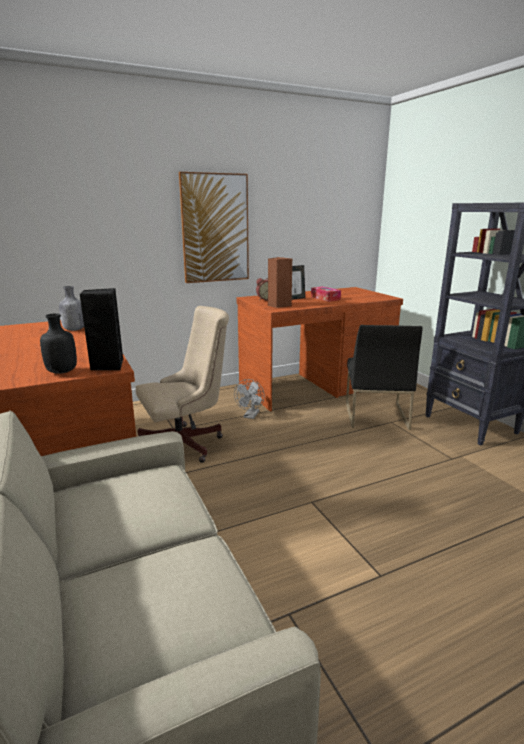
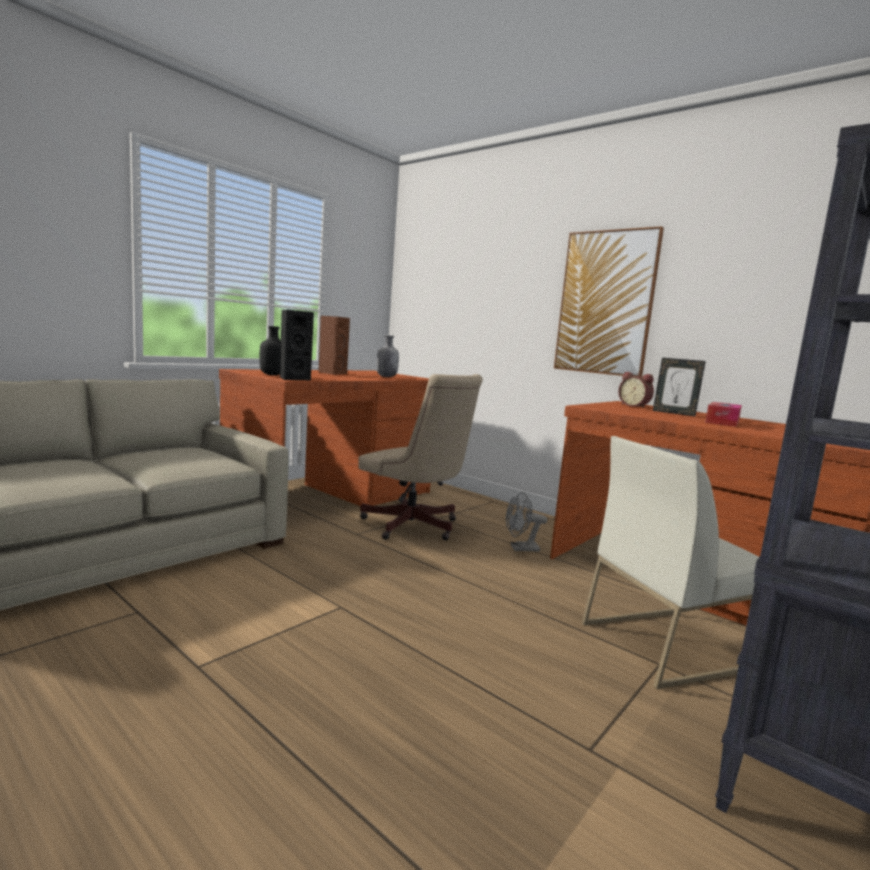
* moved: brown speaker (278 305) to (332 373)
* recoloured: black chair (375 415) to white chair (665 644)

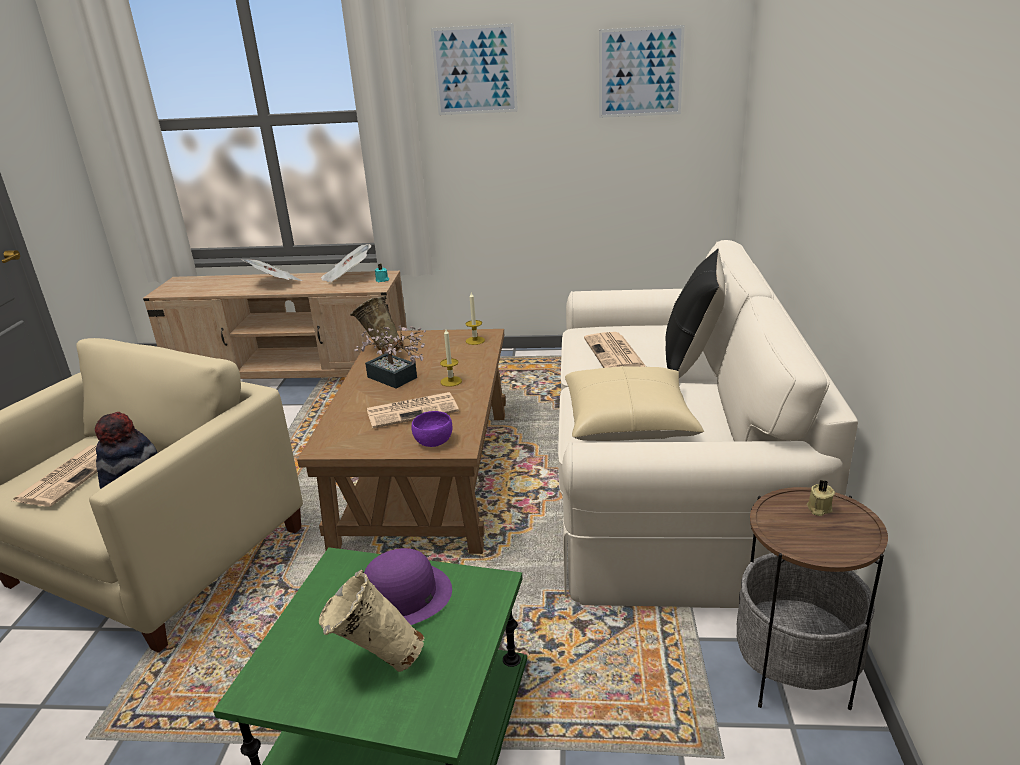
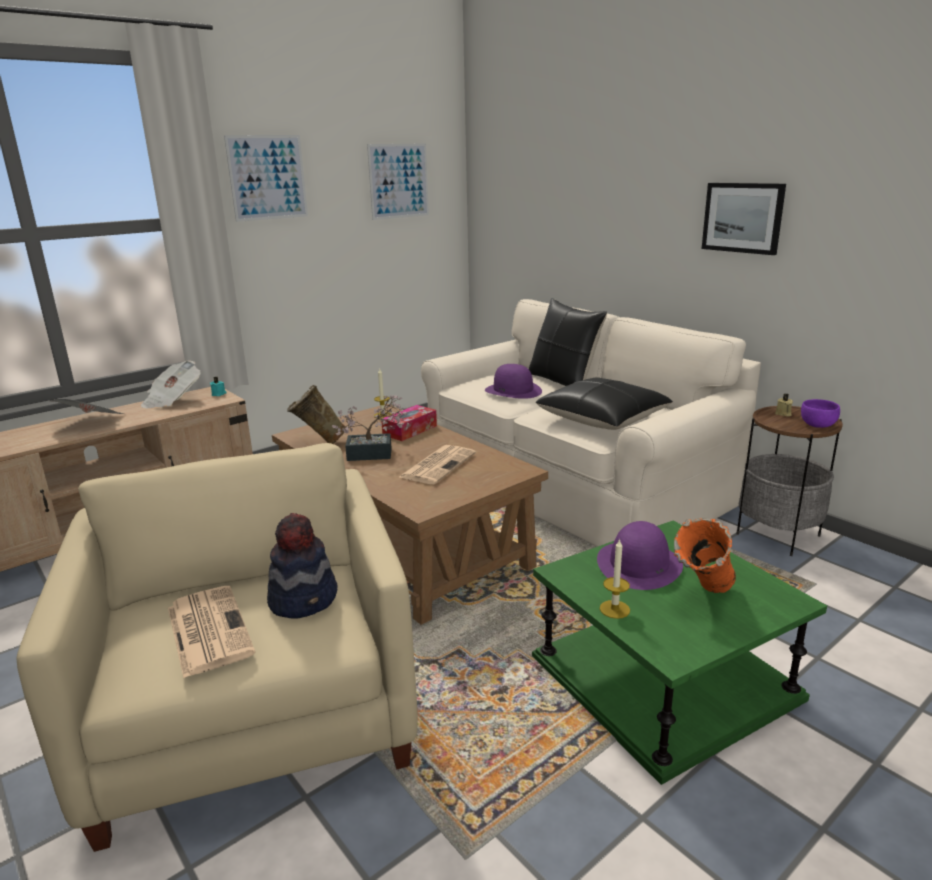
* added: tissue box (410 430)
* replaced: newspaper (614 353) to purple hat (513 391)
* recoloured: beige pillow (628 421) to black pillow (602 418)
* moved: candle (451 381) to (614 609)
* recoloured: beige vase (376 664) to orange vase (703 598)
* added: picture (743 217)
* moved: purple bowl (433 441) to (818 425)

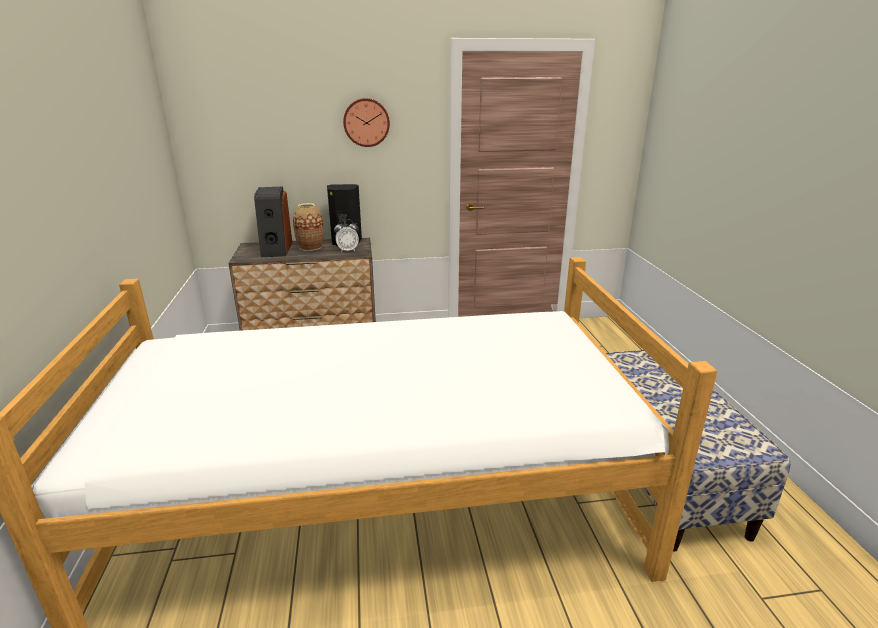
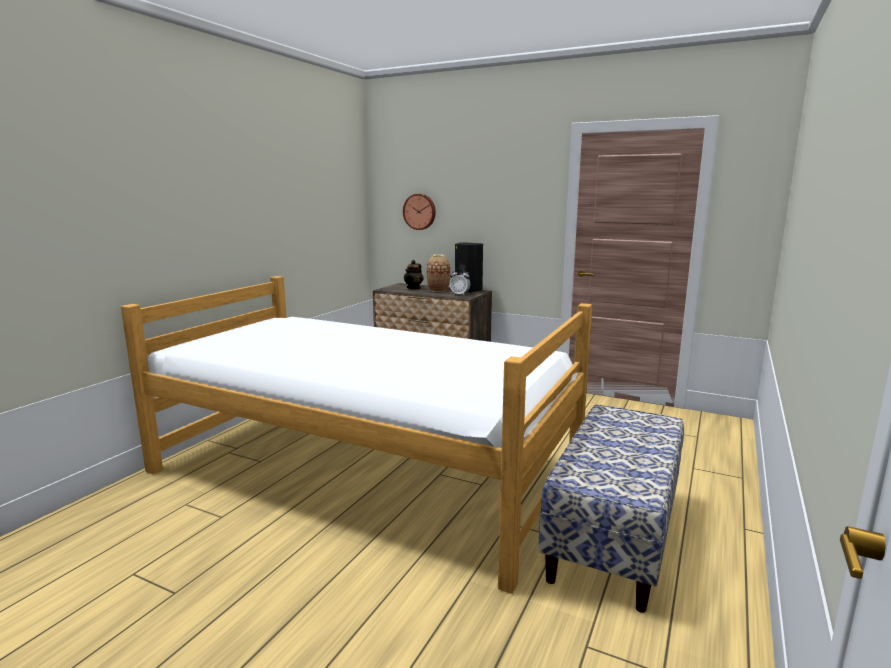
* moved: wall clock (366 122) to (420 211)
* replaced: speaker (275 249) to teapot (414 288)

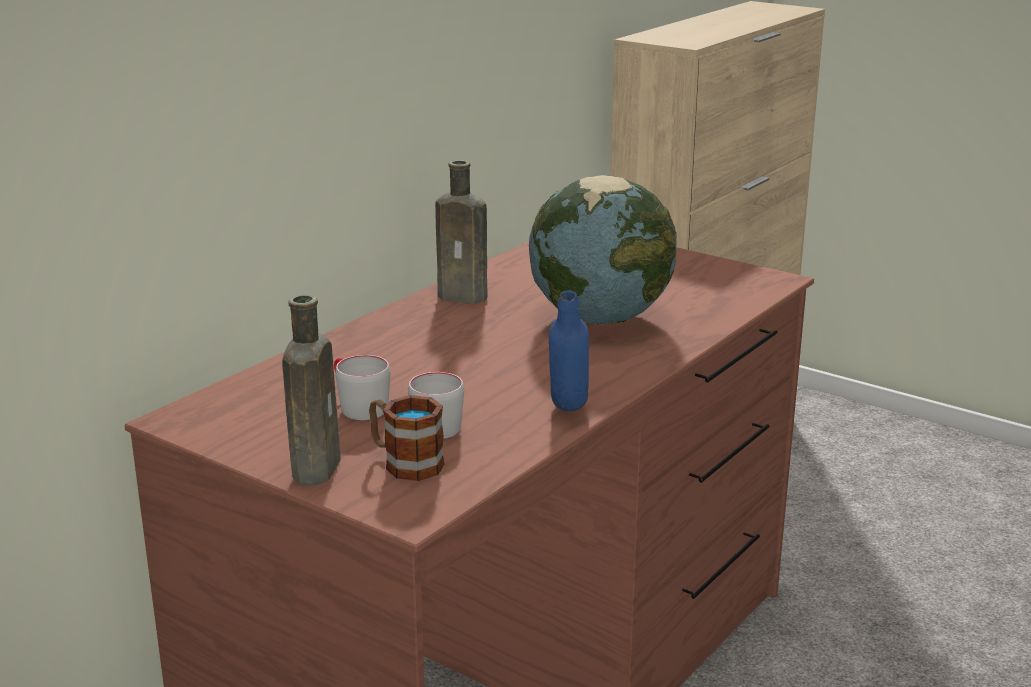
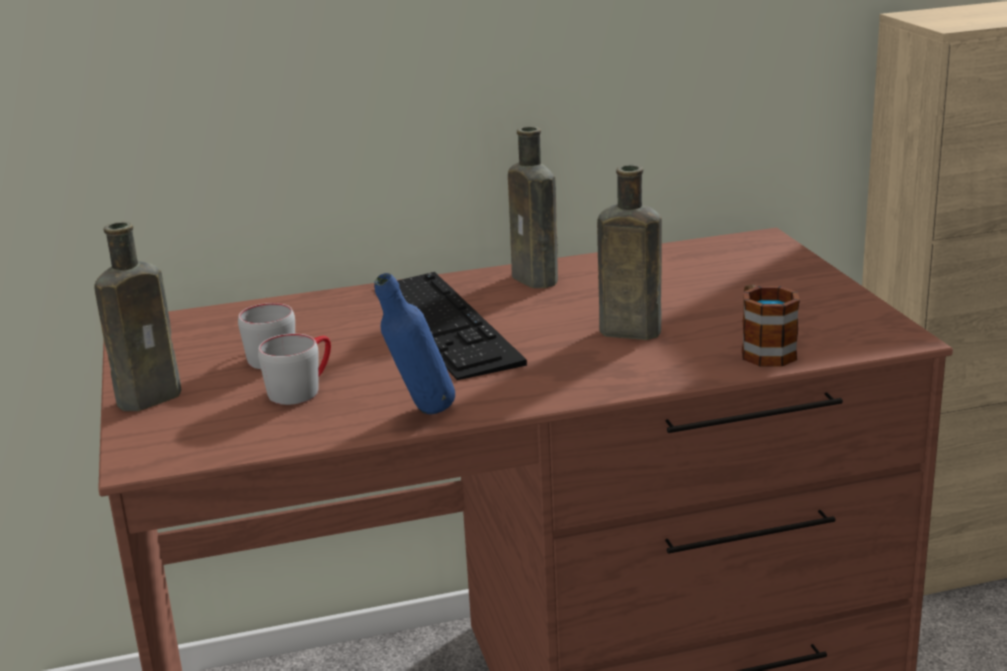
* added: keyboard (445 323)
* replaced: globe (601 318) to brown bottle (625 331)
* moved: mug (404 462) to (763 350)

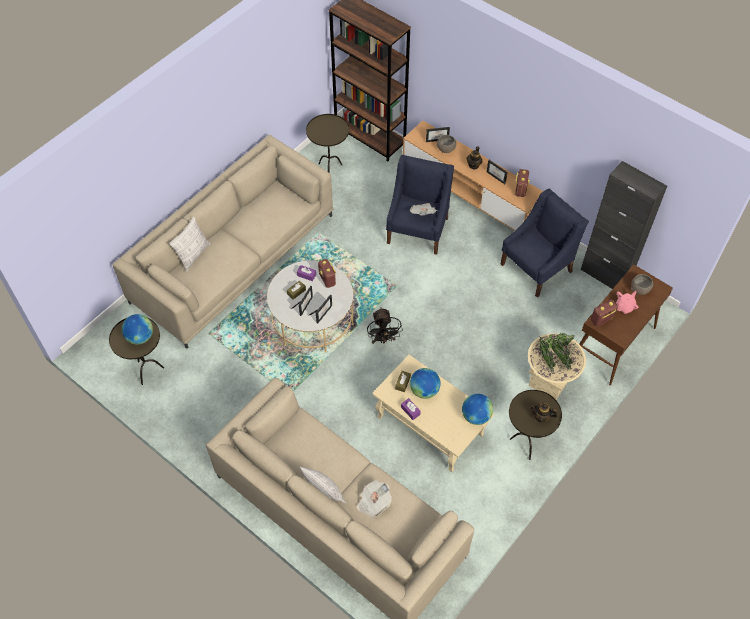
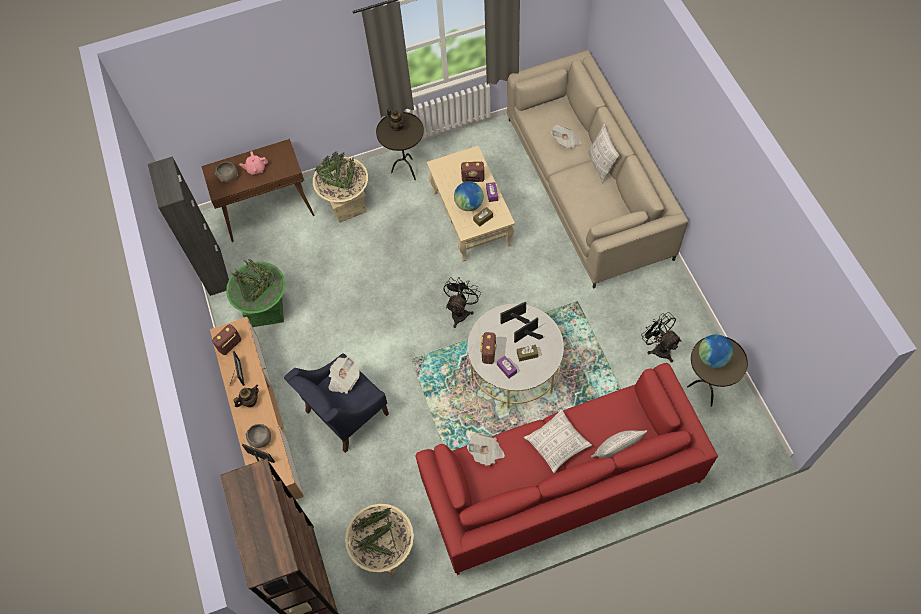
* replaced: blue armchair (537 267) to green planter (267 311)
* replaced: brown side table (330 169) to beige planter (385 551)
* recoloured: beige sofa (234 258) to red sofa (560 481)
* moved: radio (601 319) to (473 178)
* added: newspaper (486 452)
* added: pillow (557 444)
* added: black fan (658 348)
* removed: globe (476 416)

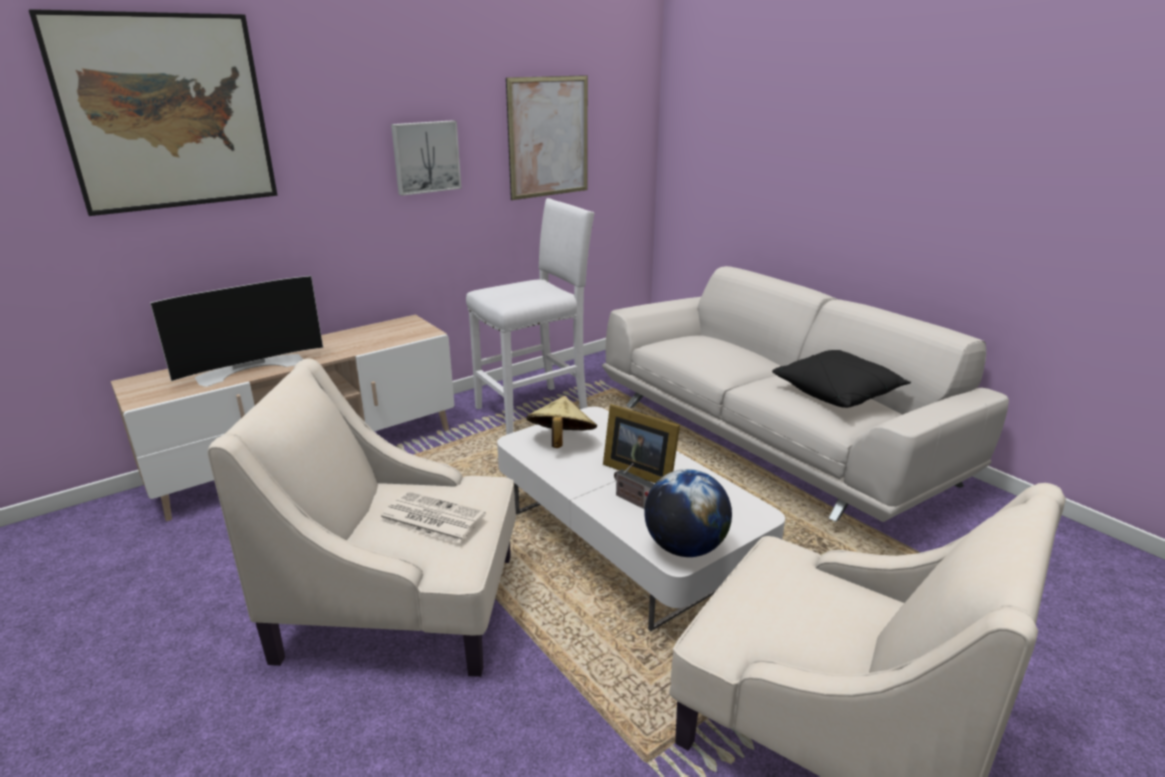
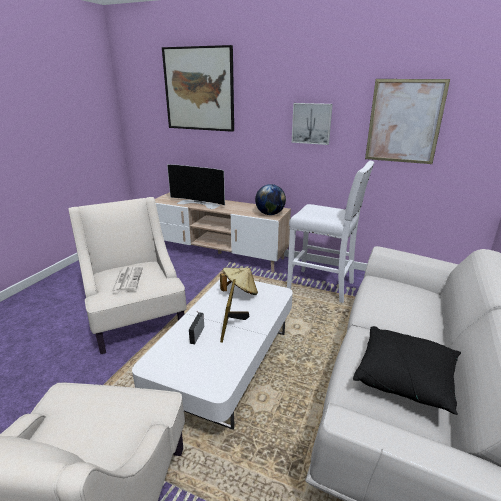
* moved: globe (685 547) to (270 214)

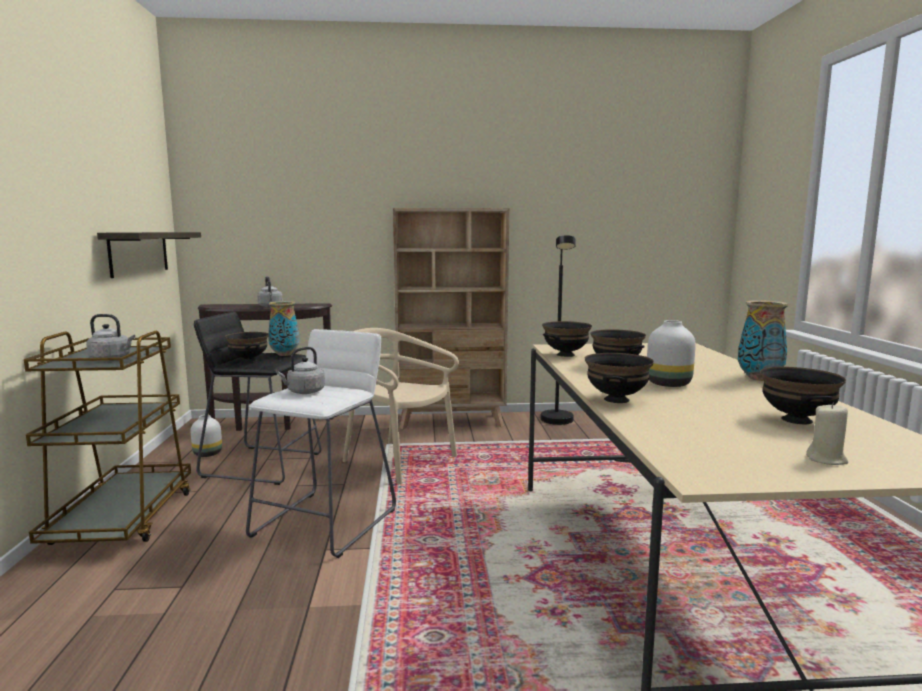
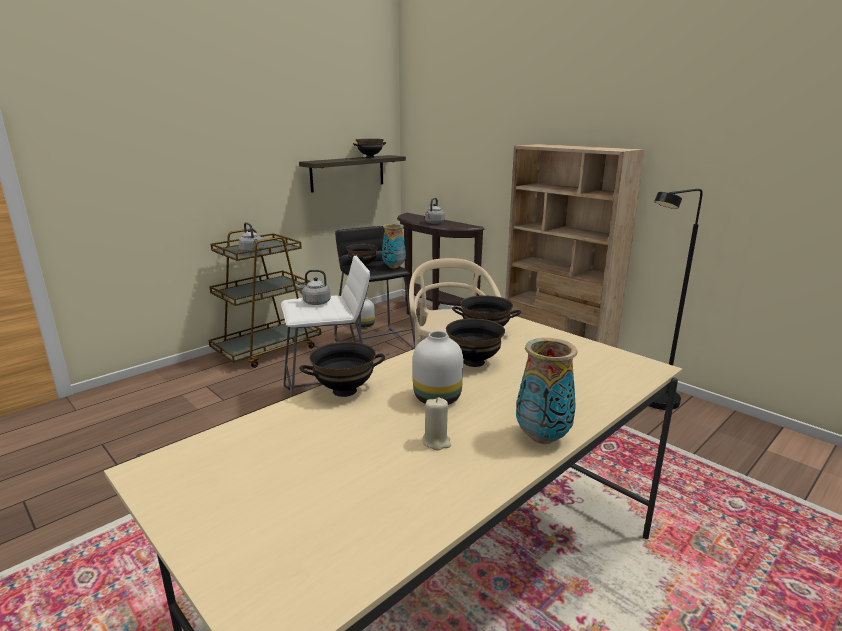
* moved: black bowl (795 420) to (370 157)
* moved: beige candle (826 459) to (436 442)

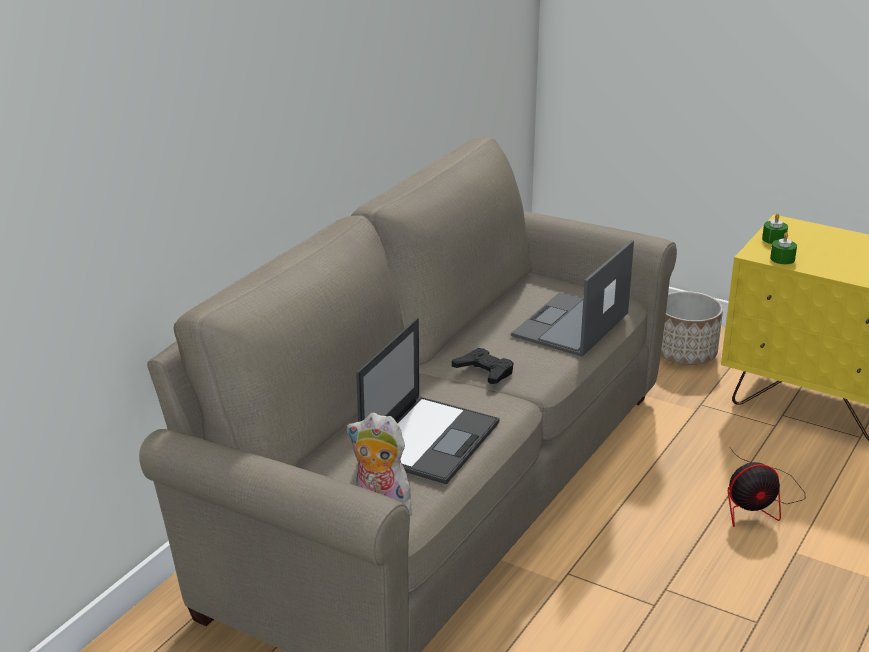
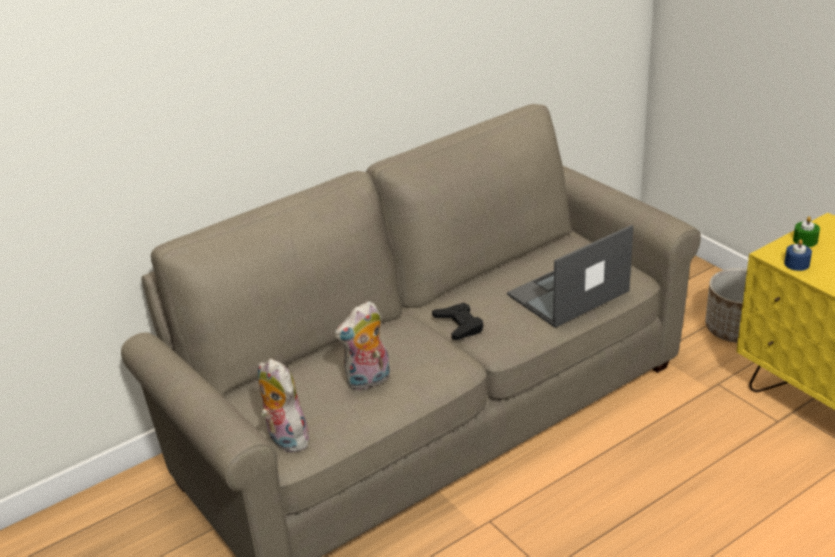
* replaced: laptop (430 439) to plush toy (368 381)
* recoloured: green candle (782 259) to blue candle (796 264)
* removed: fan (758 502)

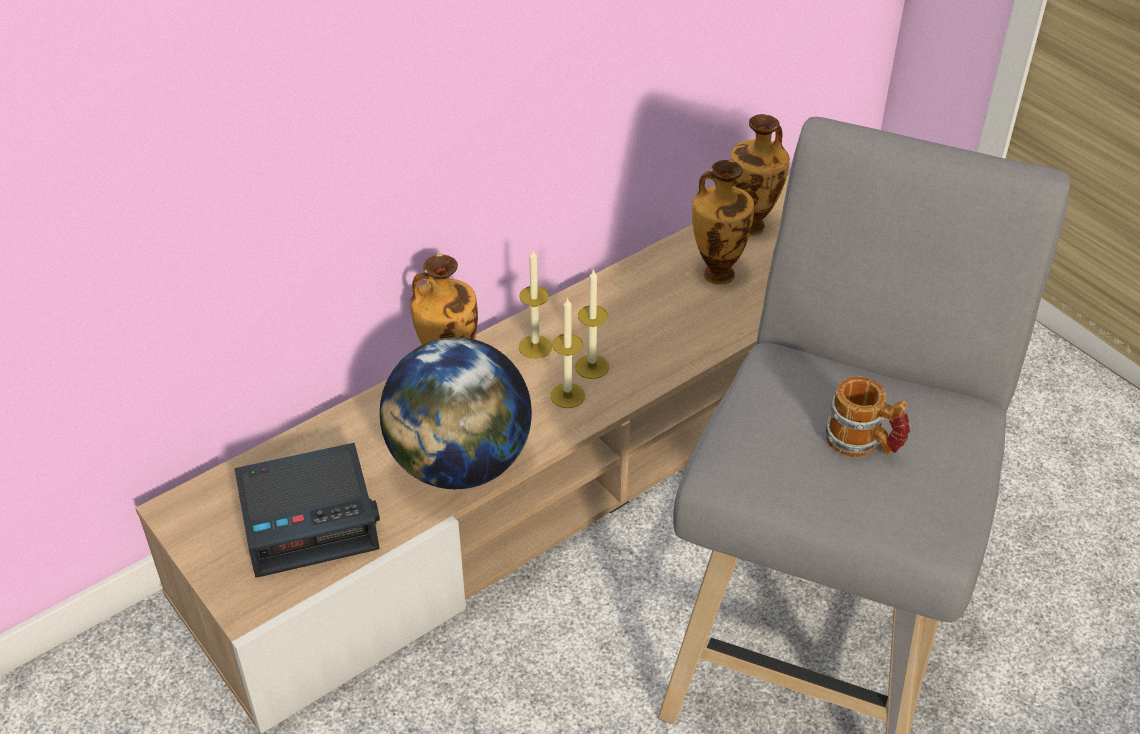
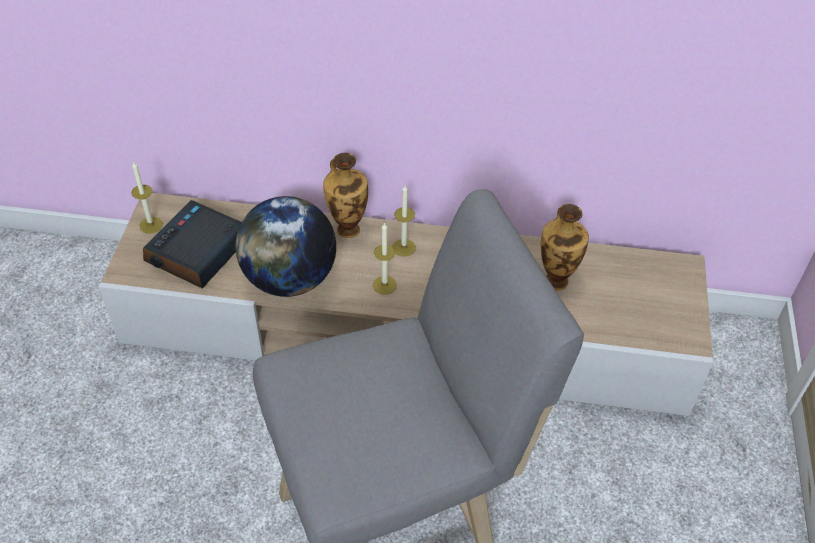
* moved: candle (591 367) to (151 225)
* turned: alarm clock (310 519) = (197 252) 90 degrees clockwise
* removed: vase (752 225)
* removed: mug (863 443)

